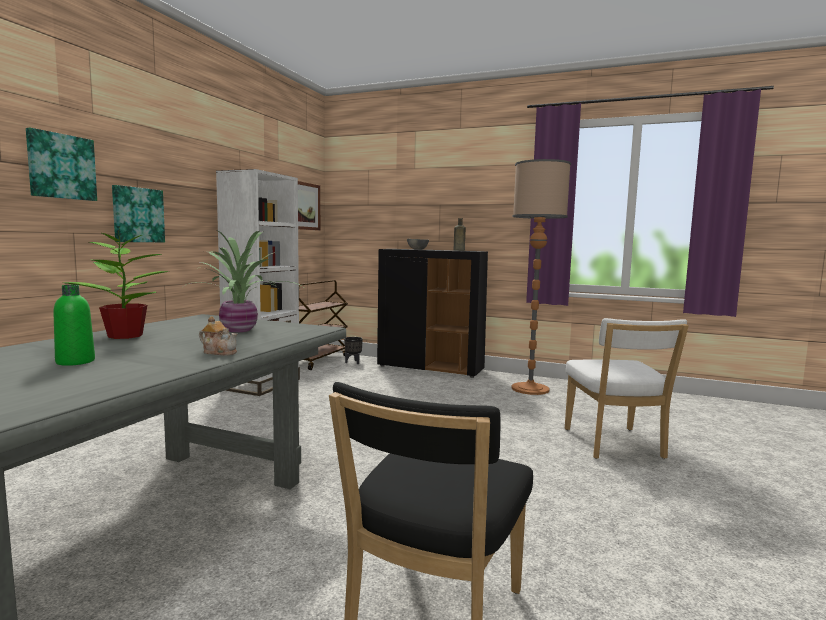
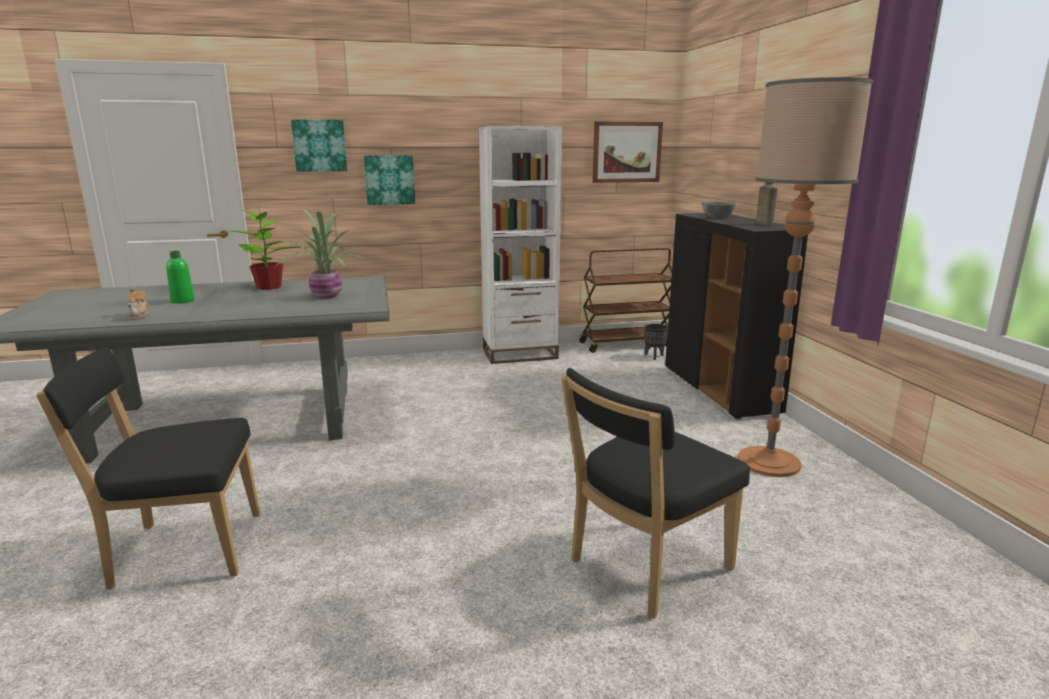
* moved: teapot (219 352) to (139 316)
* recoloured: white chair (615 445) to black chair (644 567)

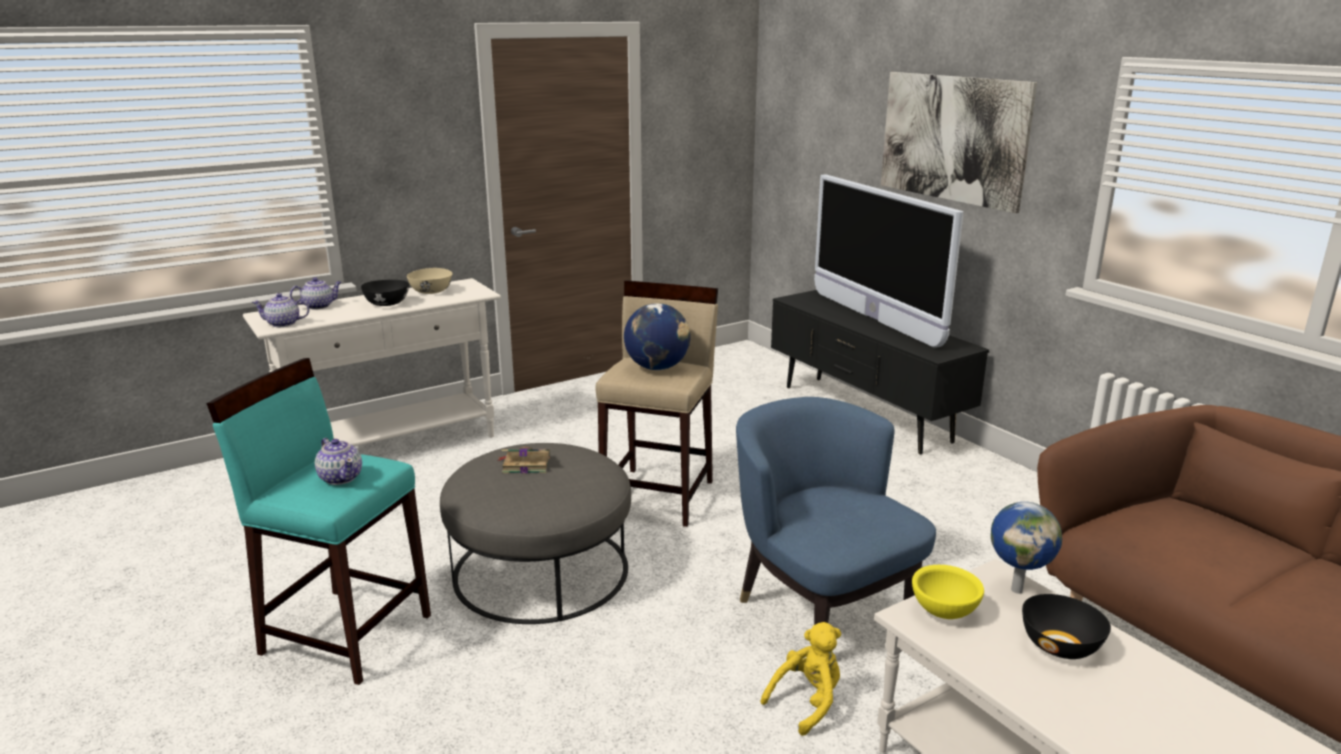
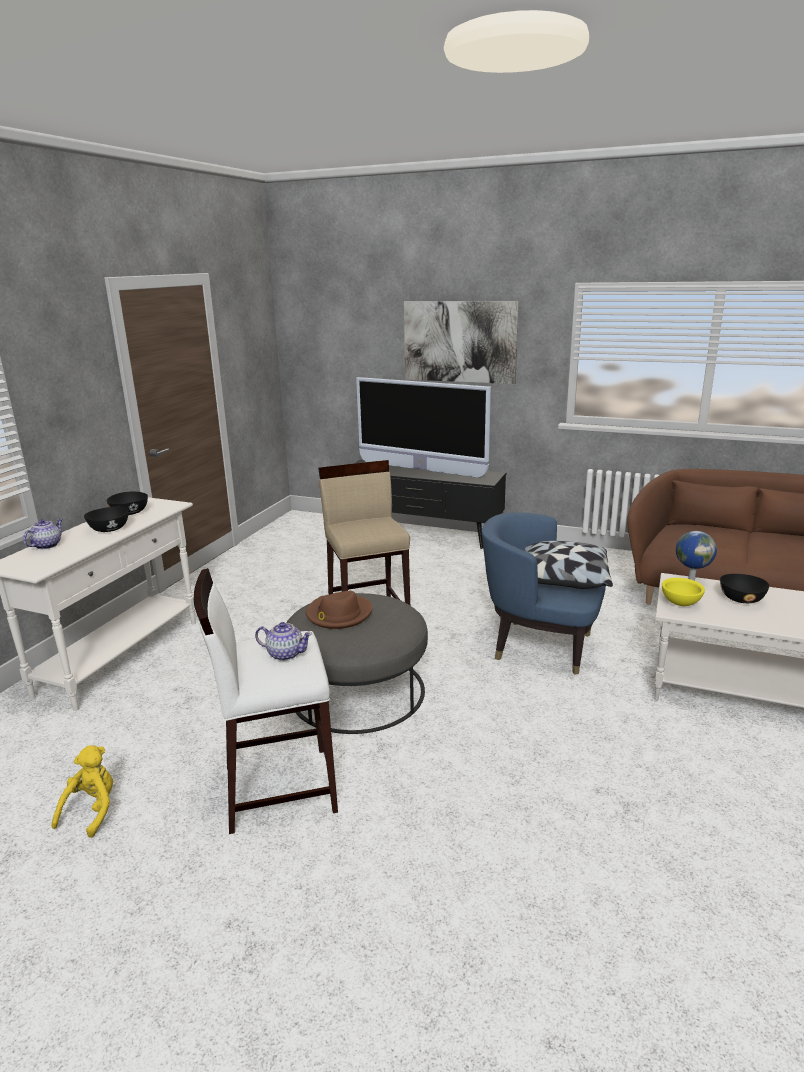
* moved: yellow plush toy (807 702) to (92 811)
* recoloured: beige bowl (431 292) to black bowl (130 513)
* recoloured: turquoise stool (346 633) to white stool (278 787)
* replaced: book (525 464) to brown hat (338 614)
* added: pillow (563 579)
* removed: teapot (283 324)
* removed: globe (657 367)

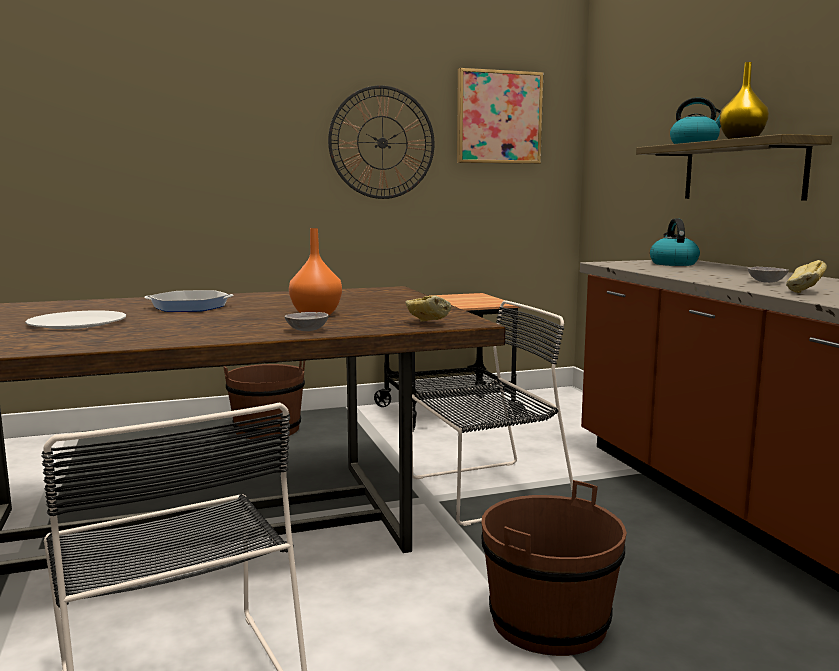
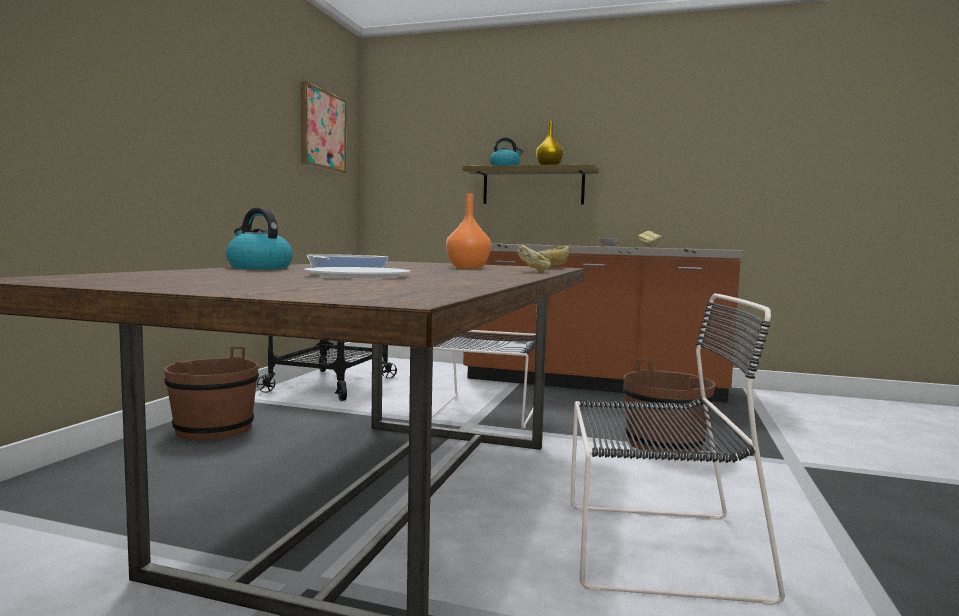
* moved: kettle (673 264) to (258 268)
* replaced: grey bowl (306 330) to bread (533 271)
* removed: wall clock (382 143)

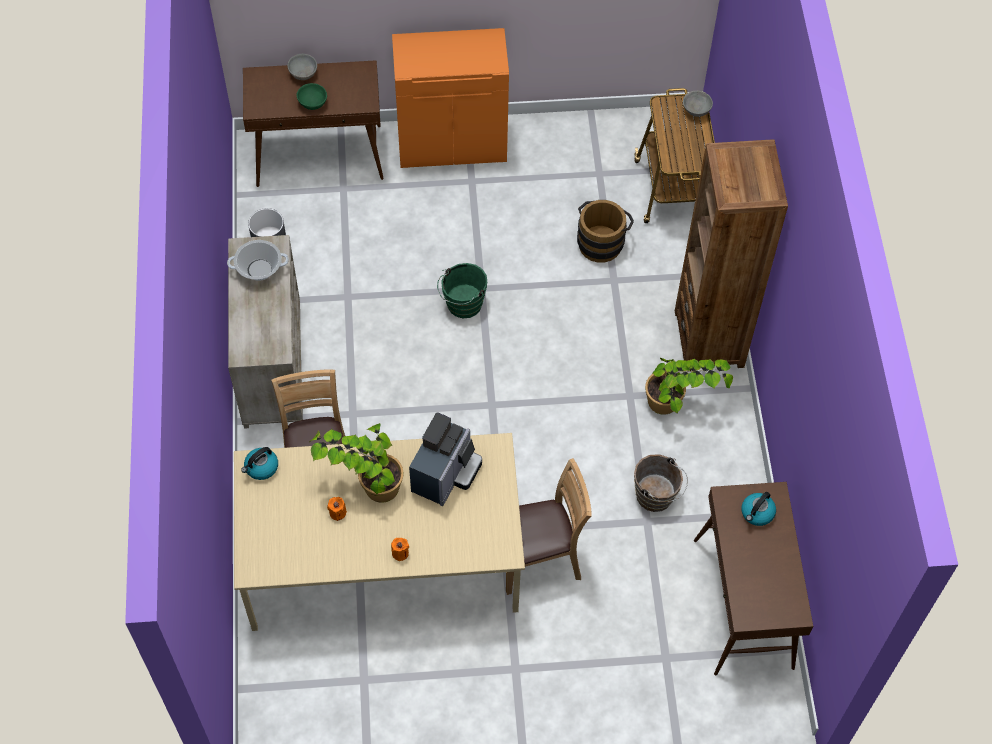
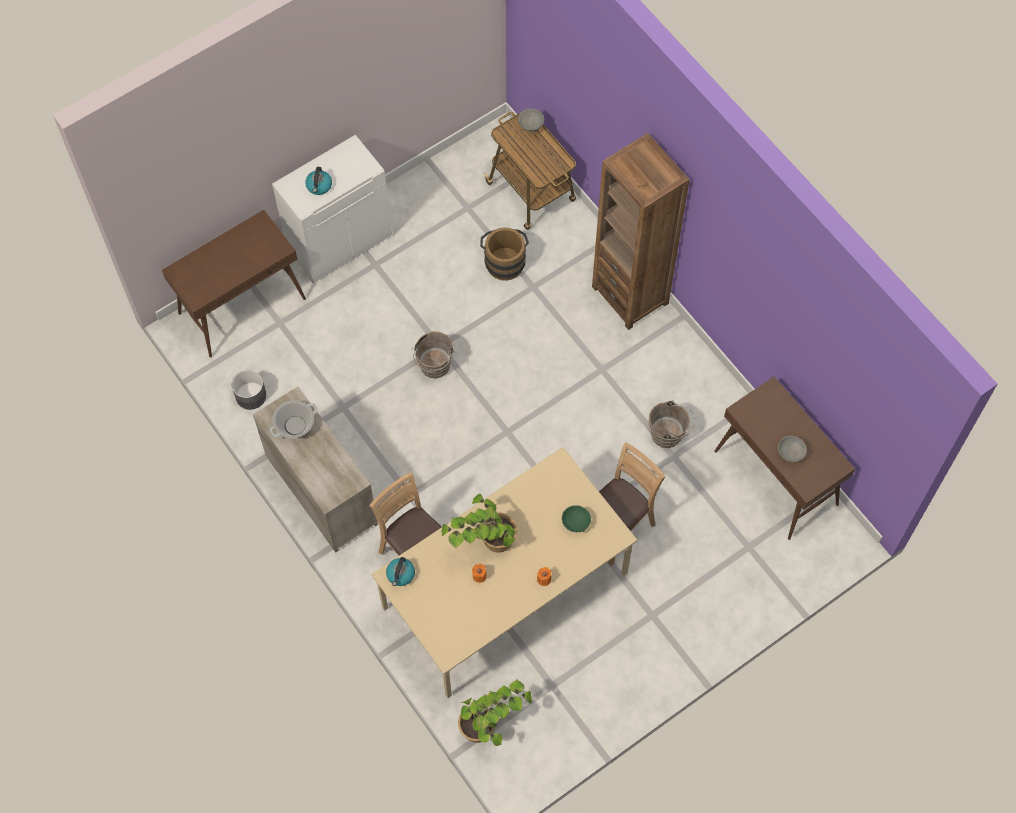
* recoloured: orange cabinet (452 142) to white cabinet (339 241)
* moved: kettle (757 513) to (319 186)
* recoloured: green bucket (462 305) to brown bucket (434 367)
* moved: potted plant (679 405) to (492 725)
* moved: green bowl (313 103) to (575 522)
* moved: grey bowl (303 74) to (790 453)
* removed: coffee machine (446 474)

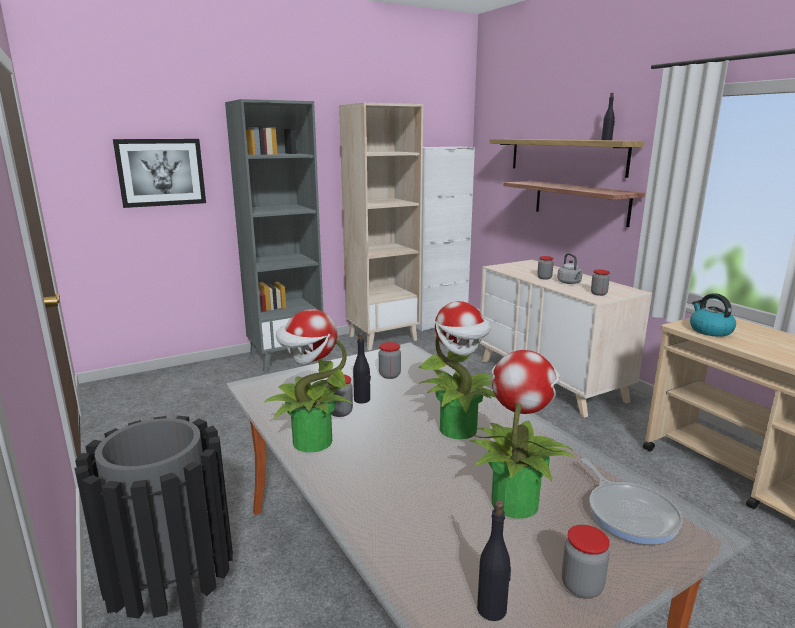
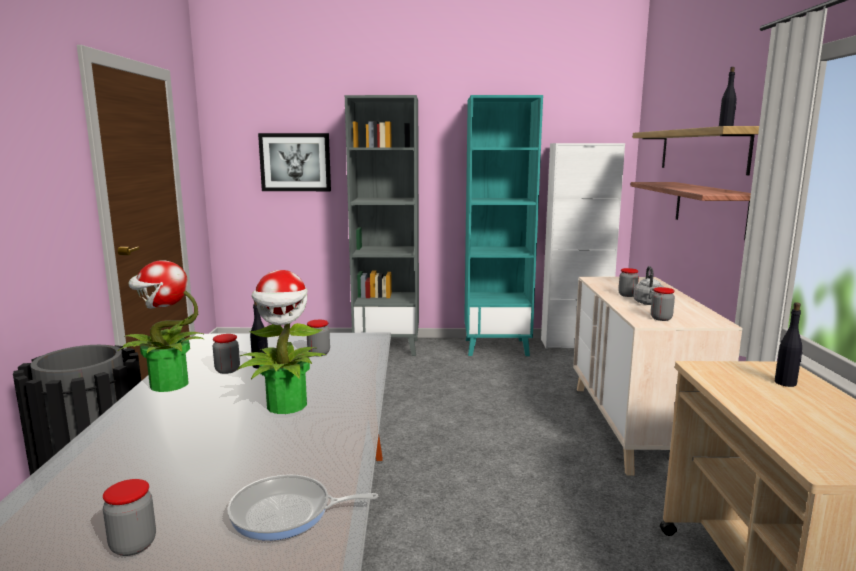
* turned: frying pan (629 513) = (286 513) 75 degrees clockwise
* recoloured: beige bookcase (382 338) to turquoise bookcase (497 347)
* moved: black bottle (492 609) to (785 383)
* removed: potted plant (514 501)
* removed: kettle (709 330)

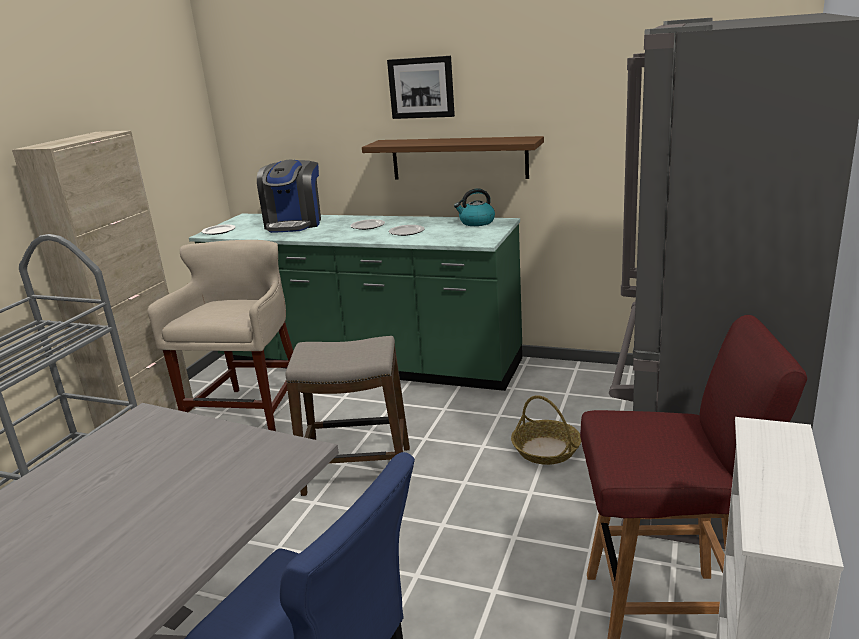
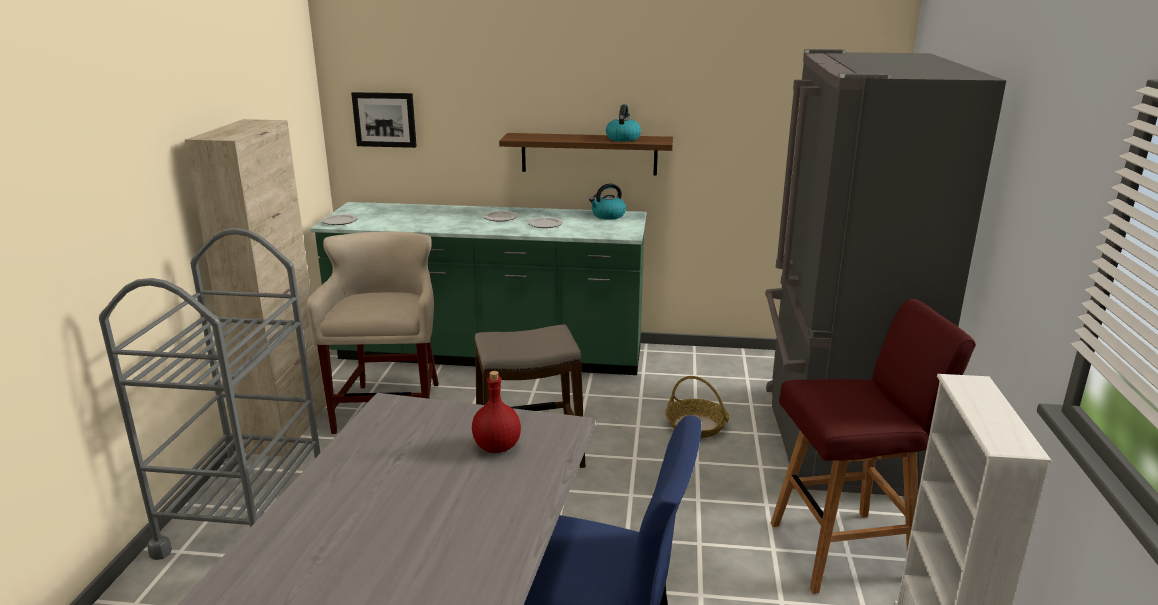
* moved: picture (421 87) to (385 119)
* added: red bottle (497 447)
* added: kettle (623 138)
* removed: coffee machine (294 224)

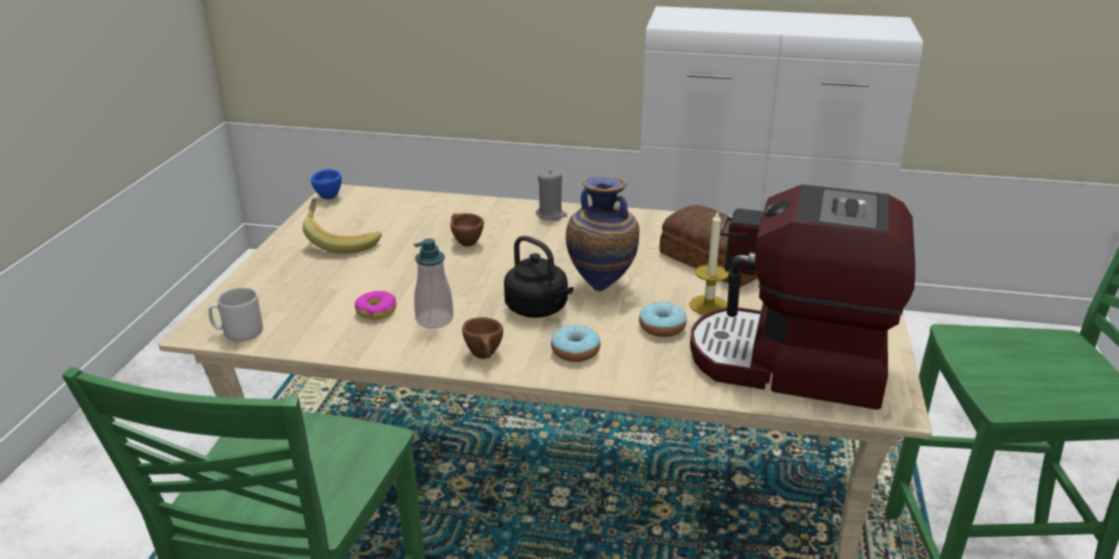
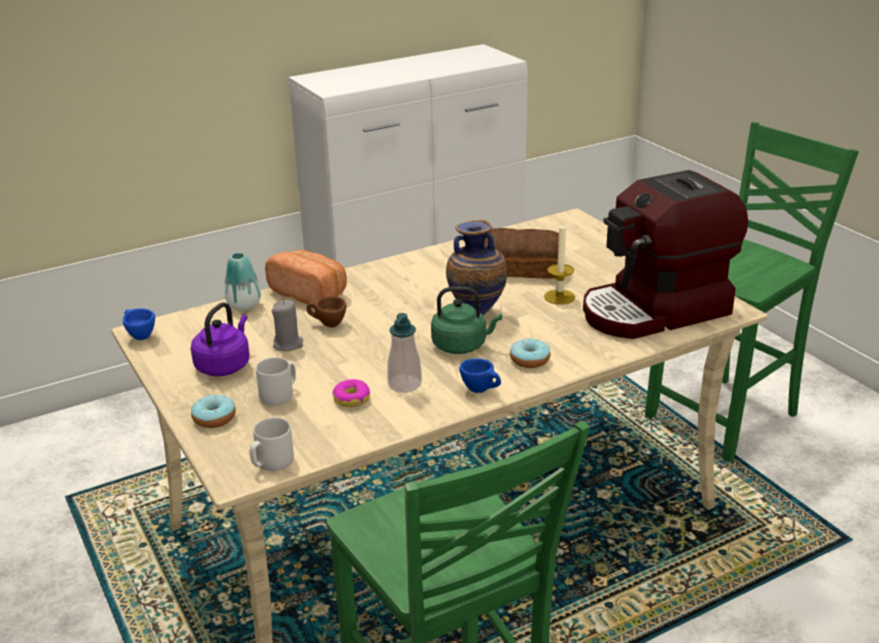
* replaced: banana (341 241) to purple kettle (224 365)
* moved: donut (662 327) to (214 418)
* added: vase (244 305)
* added: grey mug (279 394)
* added: bread (311 294)
* moved: grey candle (551 215) to (288 344)
* recoloured: black kettle (539 309) to green kettle (462 345)
* recoloured: brown cup (485 357) to blue cup (481 390)

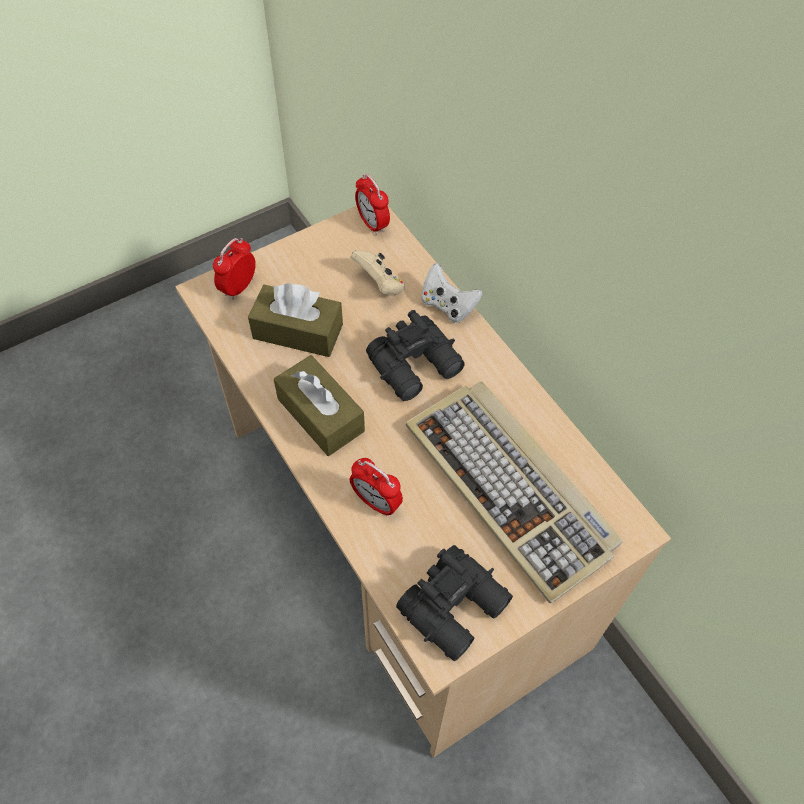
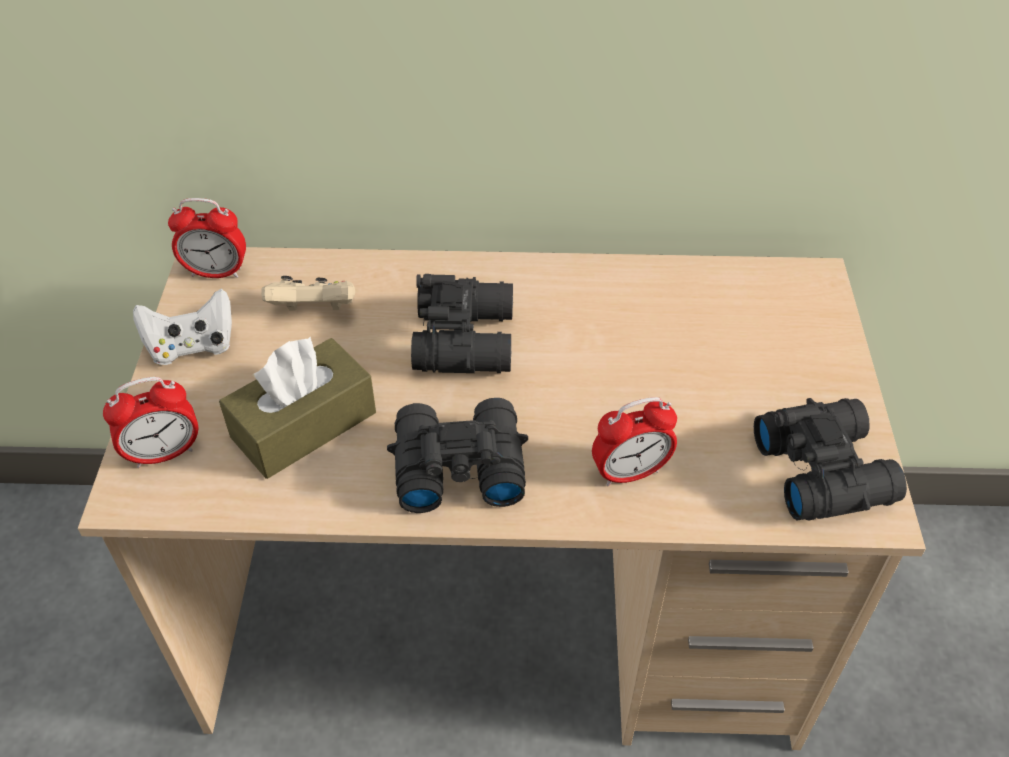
* turned: alarm clock (238 287) = (164 453) 90 degrees counterclockwise
* moved: white game controller (447 305) to (192 346)
* replaced: brown tissue box (320 415) to black binoculars (456 465)
* removed: keyboard (512 488)

